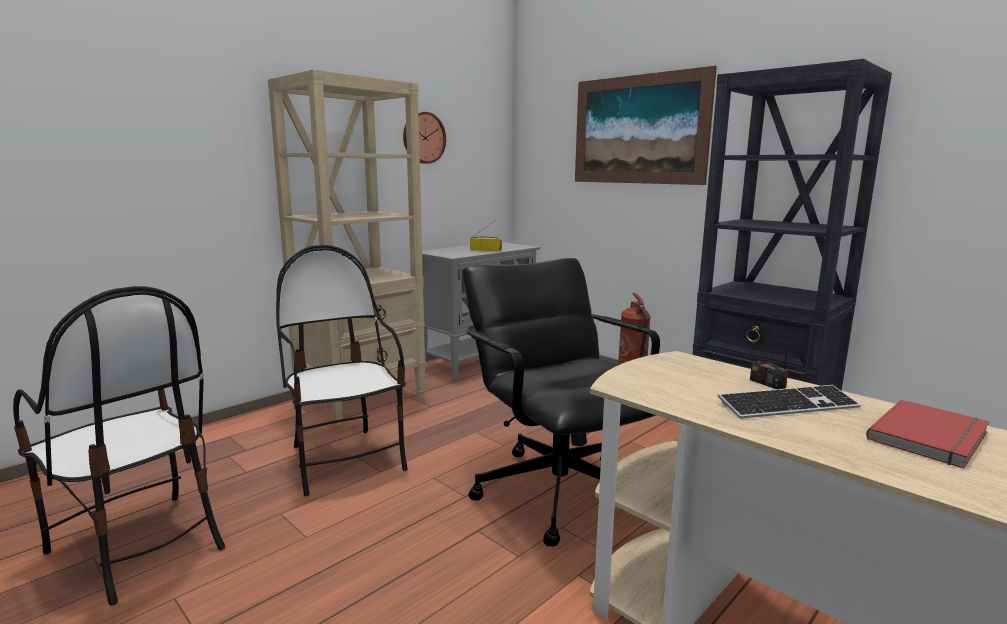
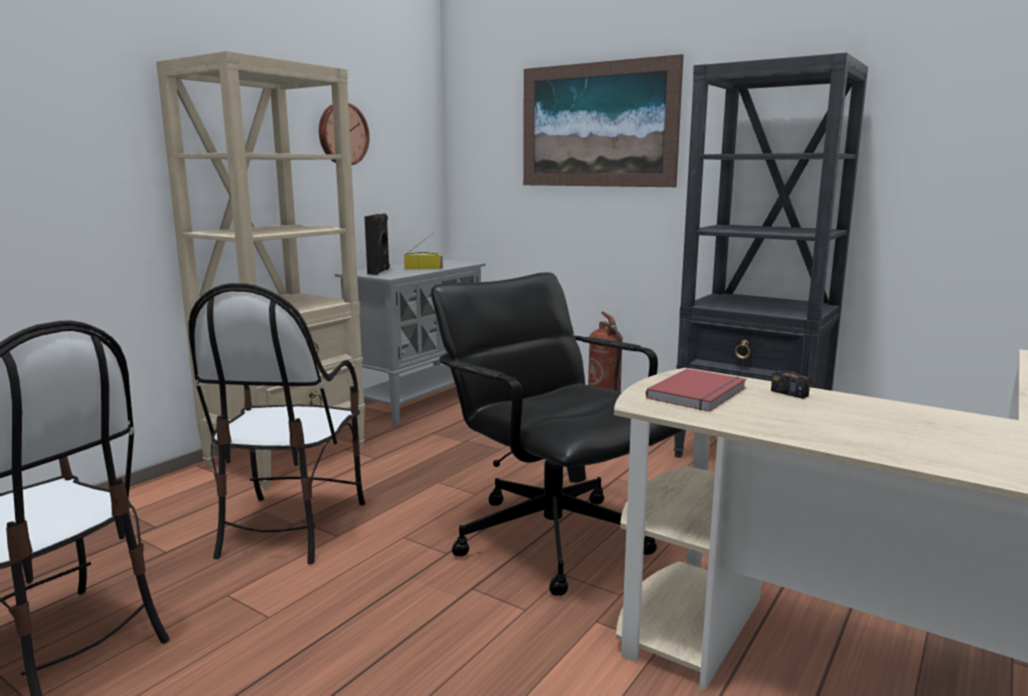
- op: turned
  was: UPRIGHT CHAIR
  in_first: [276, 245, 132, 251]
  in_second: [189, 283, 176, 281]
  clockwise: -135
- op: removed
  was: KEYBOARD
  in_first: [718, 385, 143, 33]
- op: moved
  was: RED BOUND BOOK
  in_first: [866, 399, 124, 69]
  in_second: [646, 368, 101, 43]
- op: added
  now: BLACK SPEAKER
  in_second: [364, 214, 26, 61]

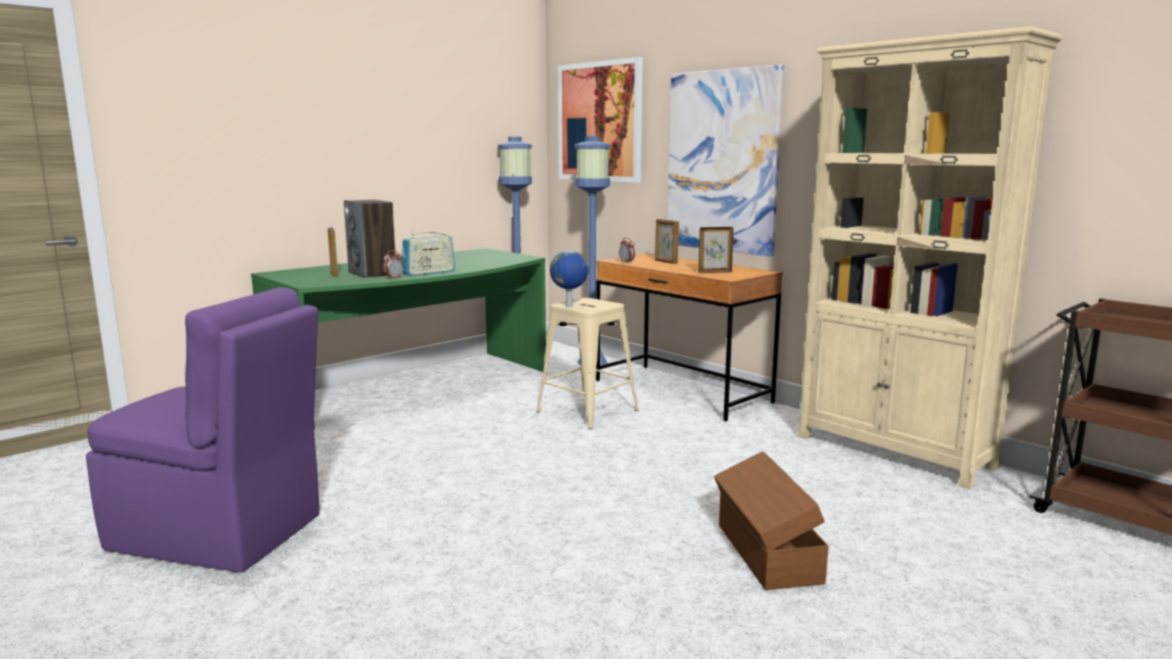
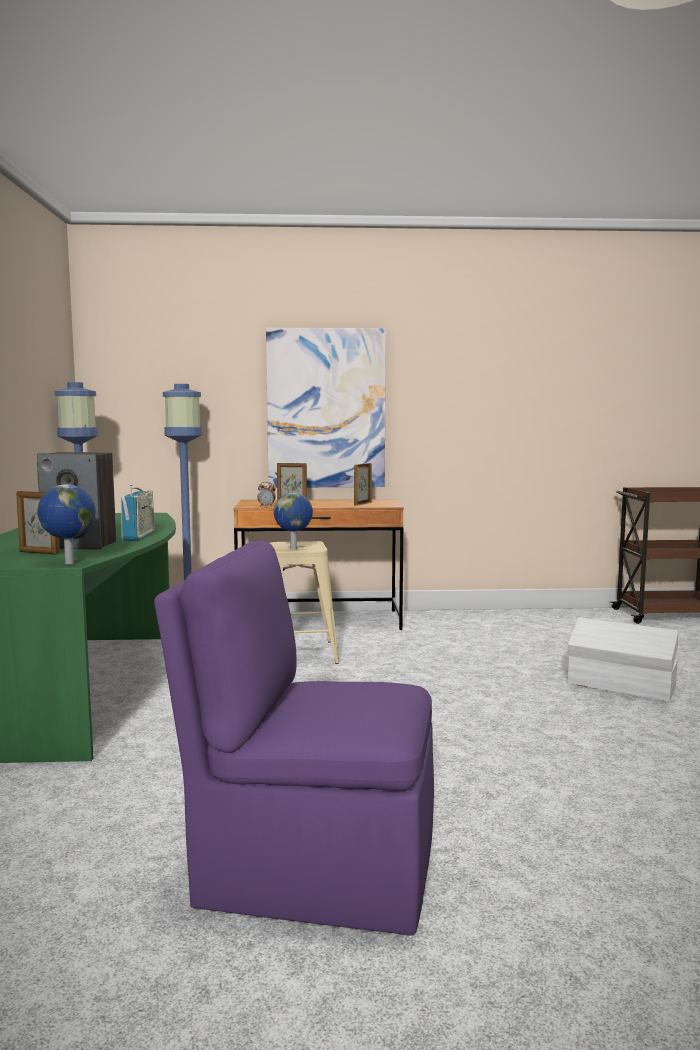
- op: removed
  was: SAND-COLOURED BOOKSHELF
  in_first: [798, 26, 265, 463]
- op: removed
  was: WALL PICTURE
  in_first: [558, 57, 85, 126]
- op: removed
  was: BEDSIDE CLOCK
  in_first: [383, 251, 20, 28]
- op: turned
  was: PURPLISH UPRIGHT CHAIR
  in_first: [86, 287, 234, 286]
  in_second: [154, 541, 280, 394]
  clockwise: -135
- op: recoloured
  was: BROWN STORAGE BIN
  now: WHITISH STORAGE BIN
  in_first: [714, 451, 115, 139]
  in_second: [568, 617, 111, 85]
- op: added
  now: DESK GLOBE
  in_second: [38, 484, 58, 80]

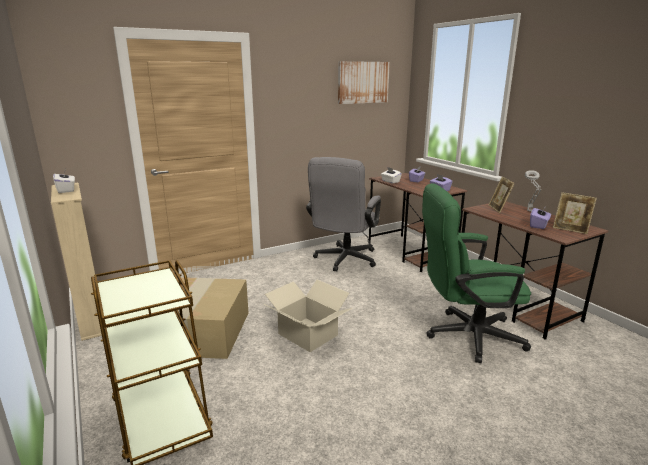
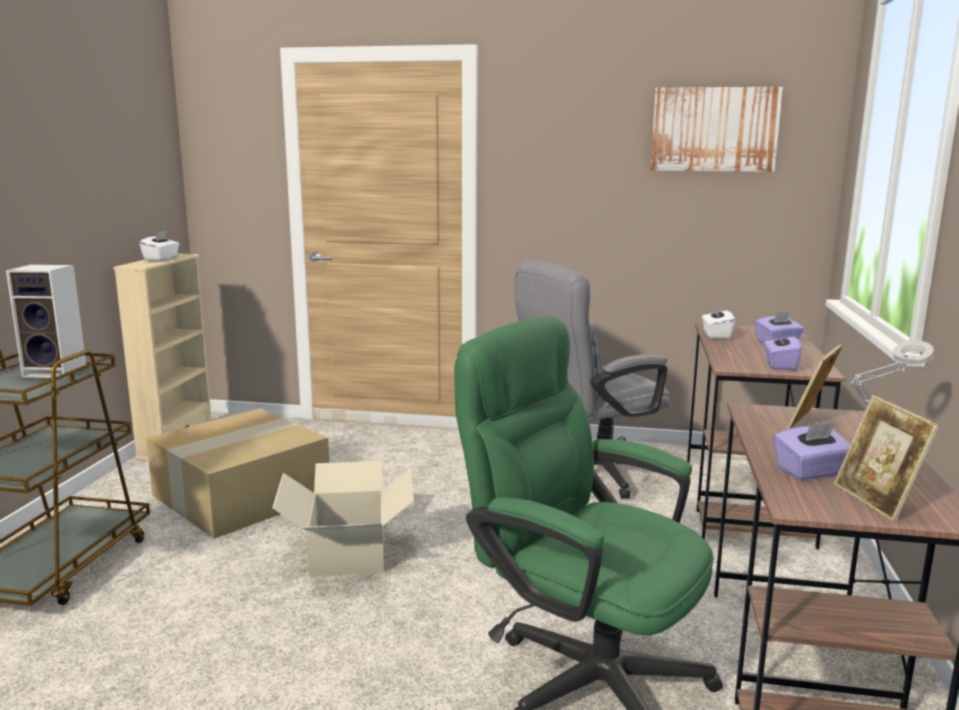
- op: added
  now: SPEAKER
  in_second: [6, 264, 80, 114]

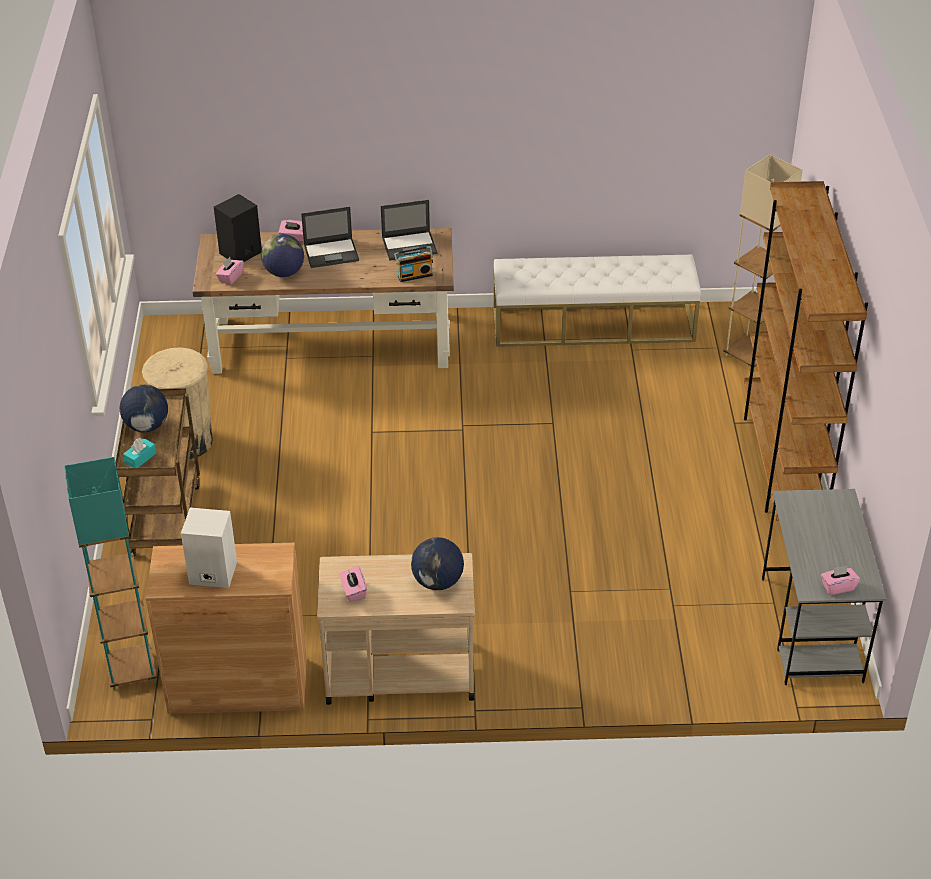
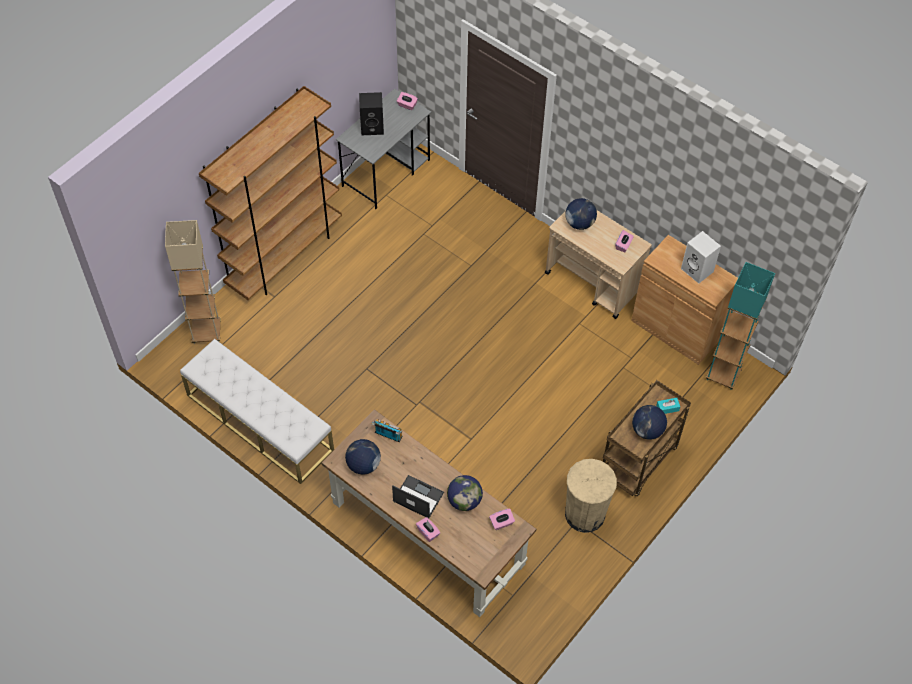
- op: moved
  was: BLACK SPEAKER
  in_first: [214, 194, 48, 68]
  in_second: [359, 92, 25, 43]
- op: replaced
  was: PORTABLE COMPUTER
  now: DESK GLOBE
  in_first: [381, 200, 57, 60]
  in_second: [345, 439, 36, 36]

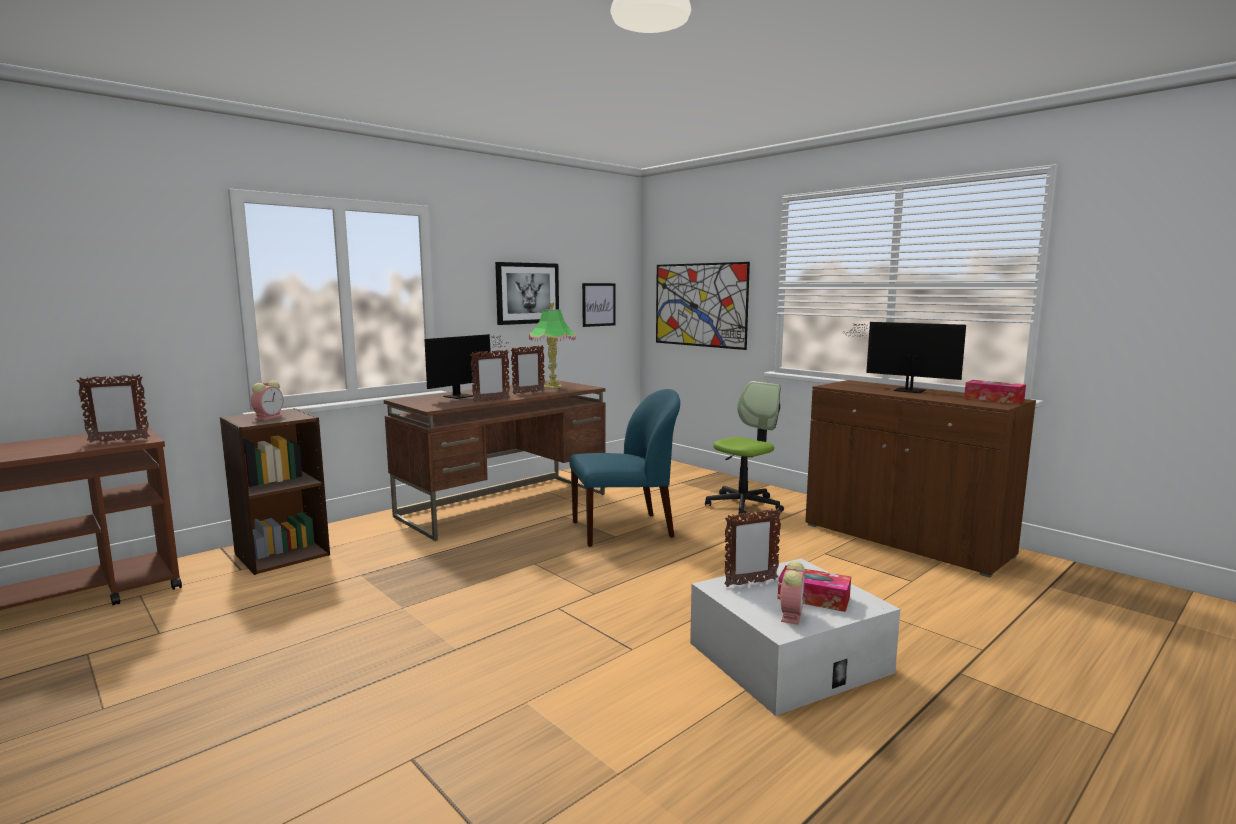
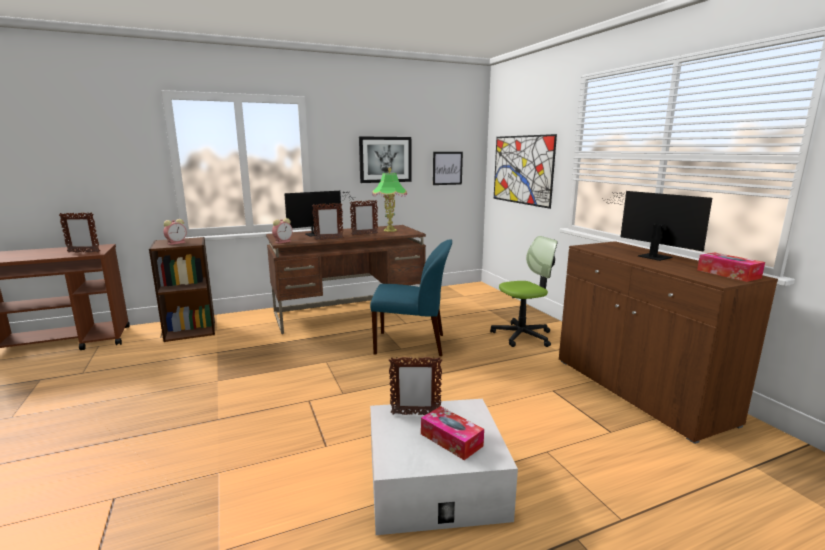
- op: moved
  was: BEDSIDE CLOCK
  in_first: [778, 561, 27, 64]
  in_second: [272, 218, 21, 26]

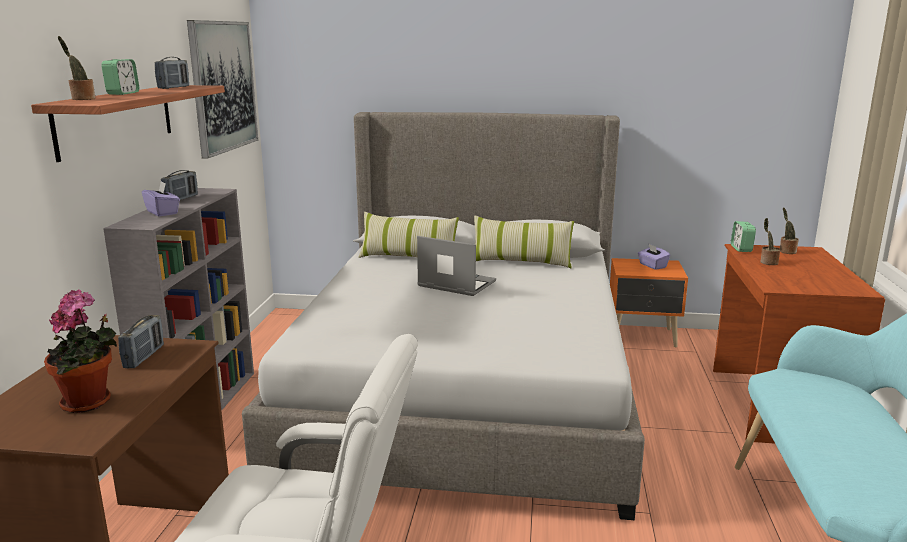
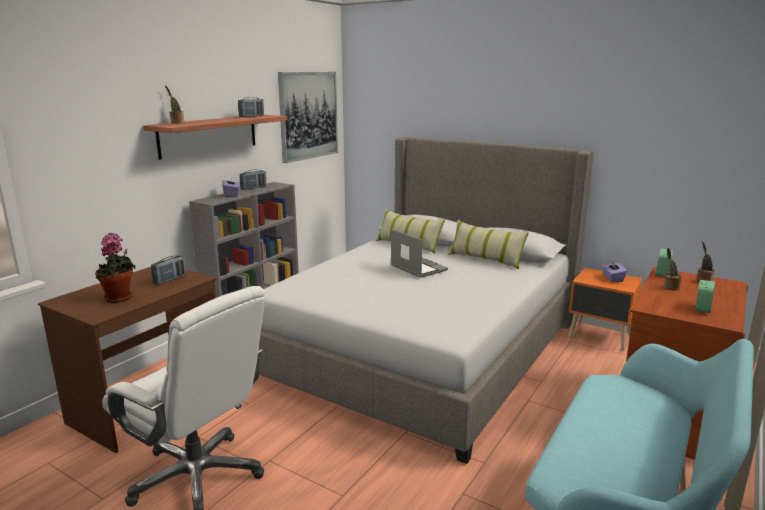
- op: moved
  was: BEDSIDE CLOCK
  in_first: [101, 59, 38, 36]
  in_second: [695, 280, 20, 33]

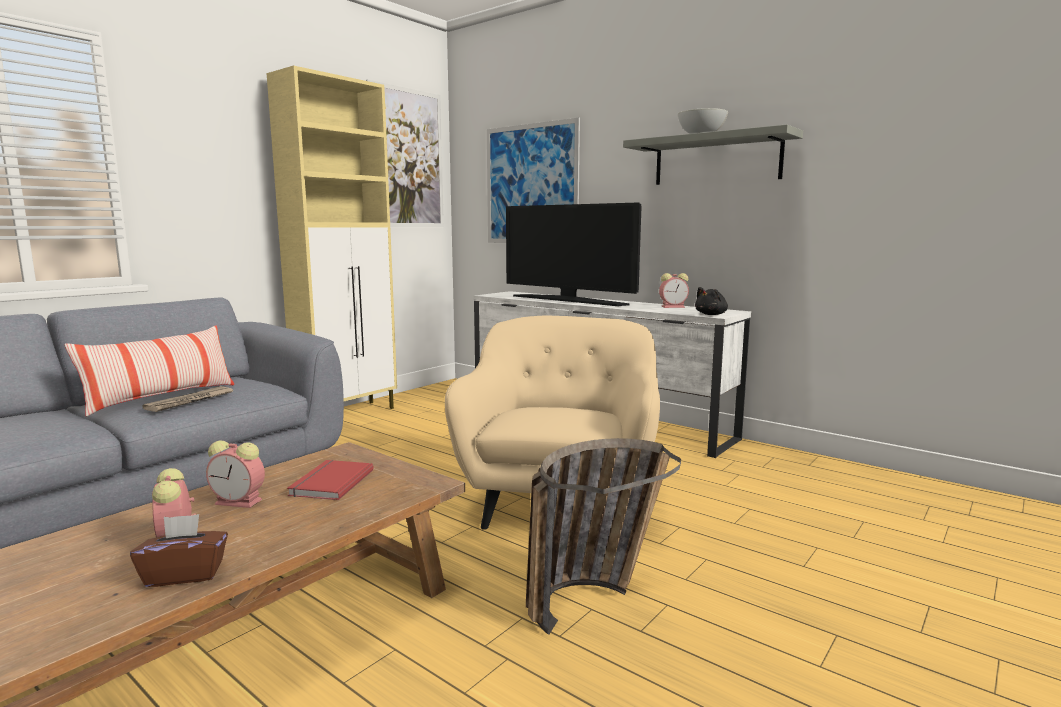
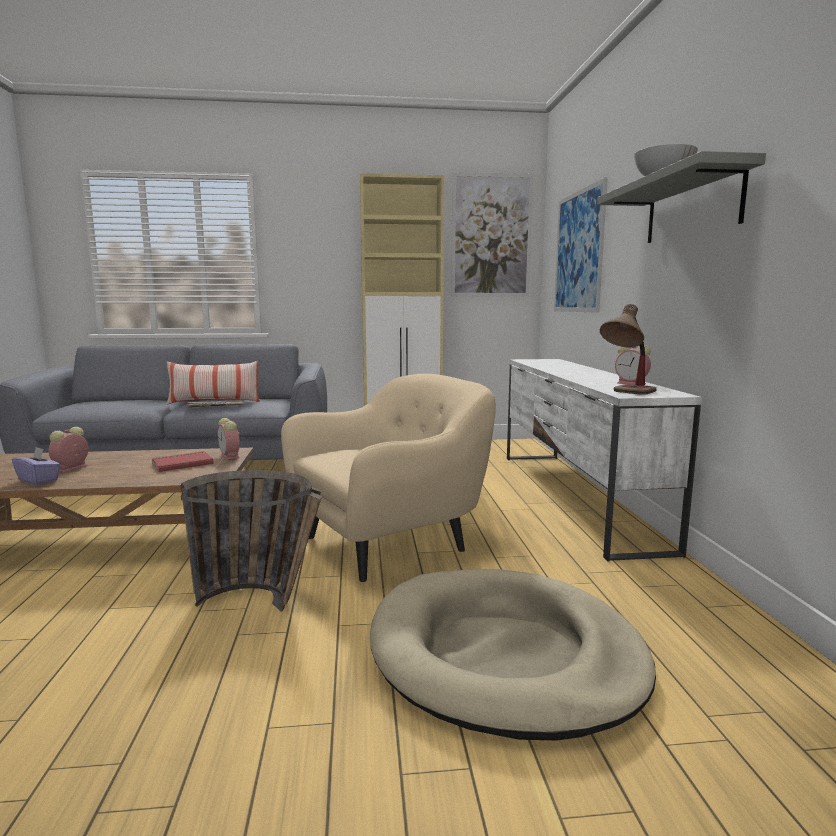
- op: removed
  was: TELEVISION
  in_first: [506, 202, 136, 104]
- op: replaced
  was: BLACK CUDDLY TOY
  now: TABLE LAMP
  in_first: [695, 287, 33, 28]
  in_second: [600, 304, 57, 91]
- op: moved
  was: BEDSIDE CLOCK
  in_first: [206, 440, 59, 68]
  in_second: [218, 418, 22, 42]
- op: recoloured
  was: BROWN TISSUE BOX
  now: PURPLISH TISSUE BOX
  in_first: [130, 514, 98, 73]
  in_second: [12, 447, 49, 38]
- op: added
  now: SAND-COLOURED DOG BED
  in_second: [370, 569, 286, 171]

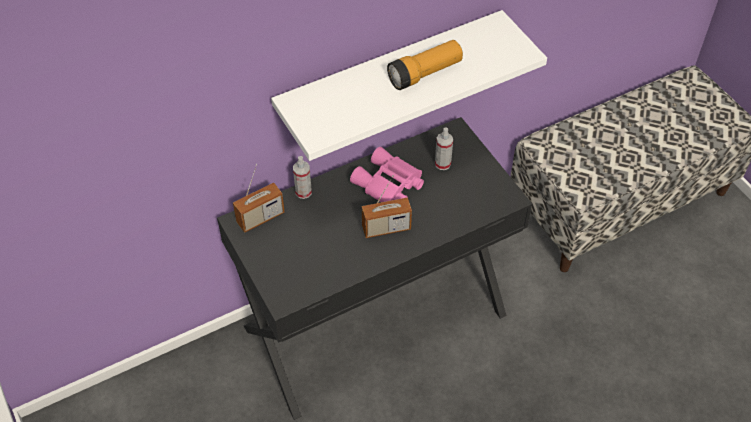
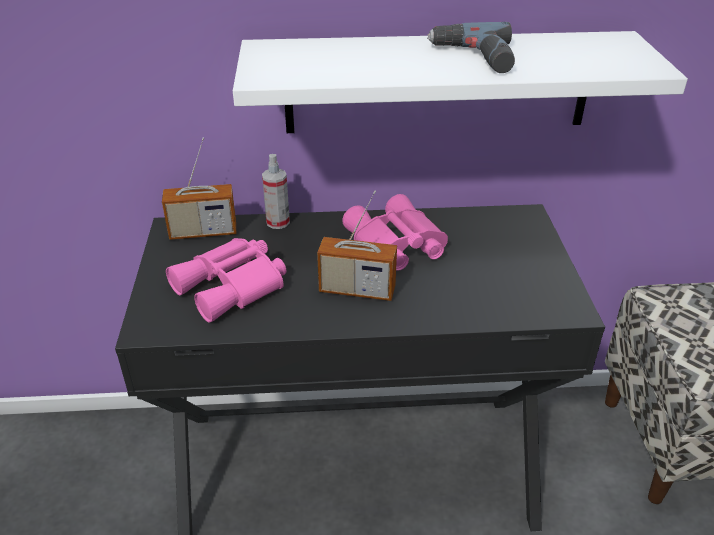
- op: replaced
  was: HAND TORCH
  now: ELECTRIC DRILL
  in_first: [387, 40, 76, 50]
  in_second: [427, 22, 88, 51]
- op: removed
  was: SPRAYER
  in_first: [435, 127, 18, 43]
- op: added
  now: PINK PAIR OF BINOCULARS
  in_second: [166, 238, 120, 85]

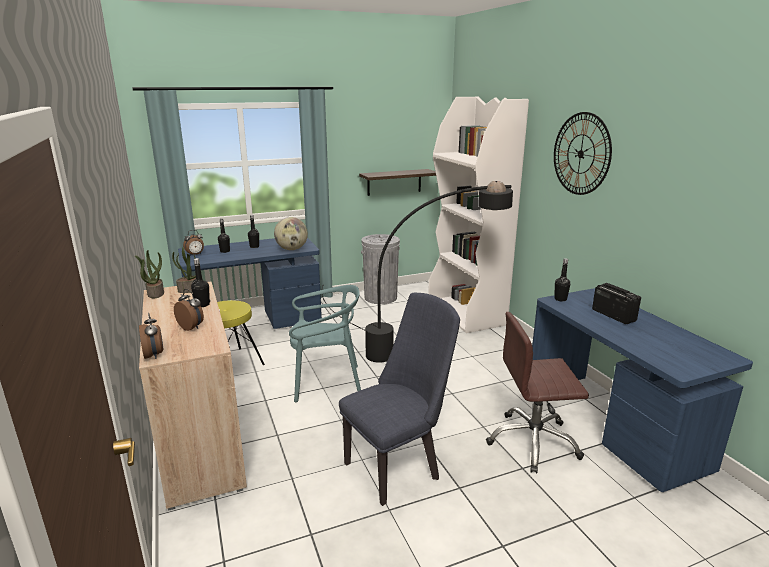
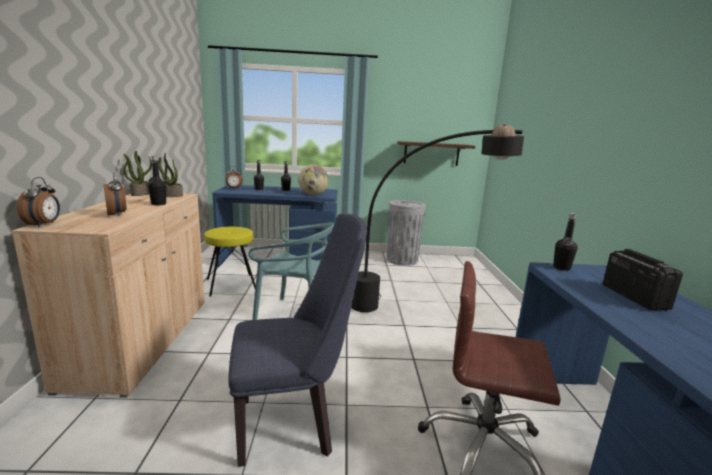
- op: removed
  was: WHITISH BOOKSHELF
  in_first: [428, 97, 101, 236]
- op: removed
  was: HANGING CLOCK
  in_first: [554, 112, 58, 83]

